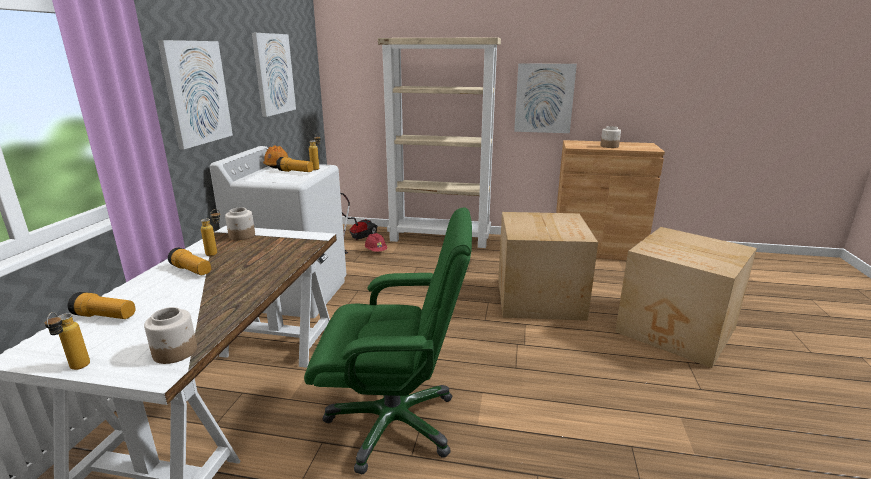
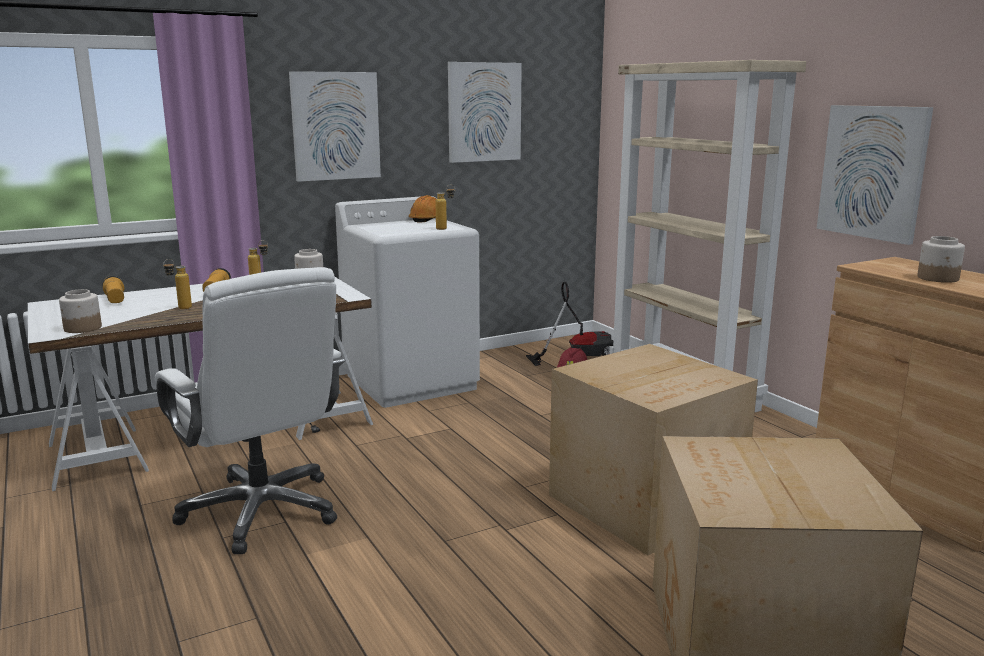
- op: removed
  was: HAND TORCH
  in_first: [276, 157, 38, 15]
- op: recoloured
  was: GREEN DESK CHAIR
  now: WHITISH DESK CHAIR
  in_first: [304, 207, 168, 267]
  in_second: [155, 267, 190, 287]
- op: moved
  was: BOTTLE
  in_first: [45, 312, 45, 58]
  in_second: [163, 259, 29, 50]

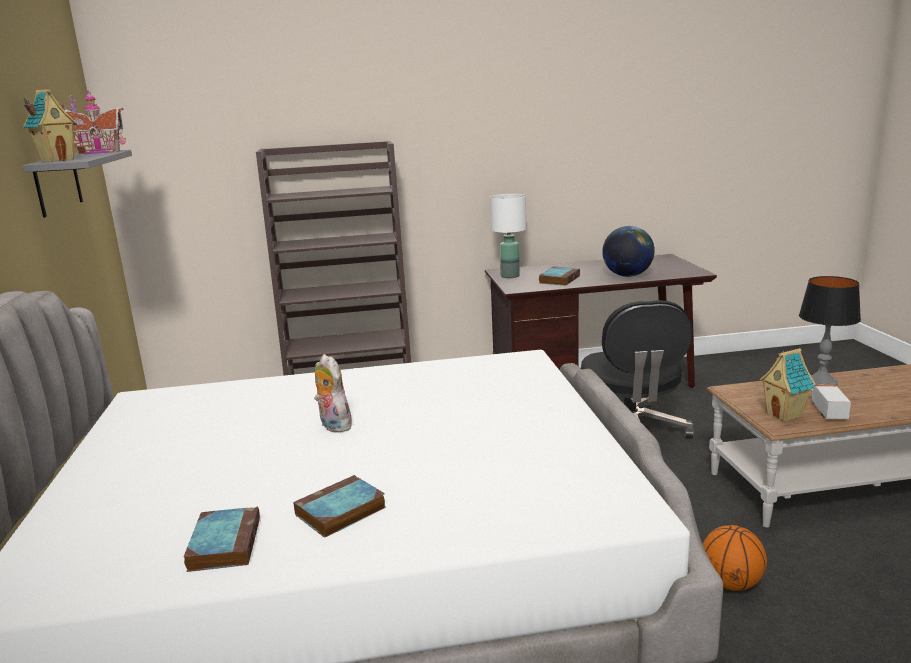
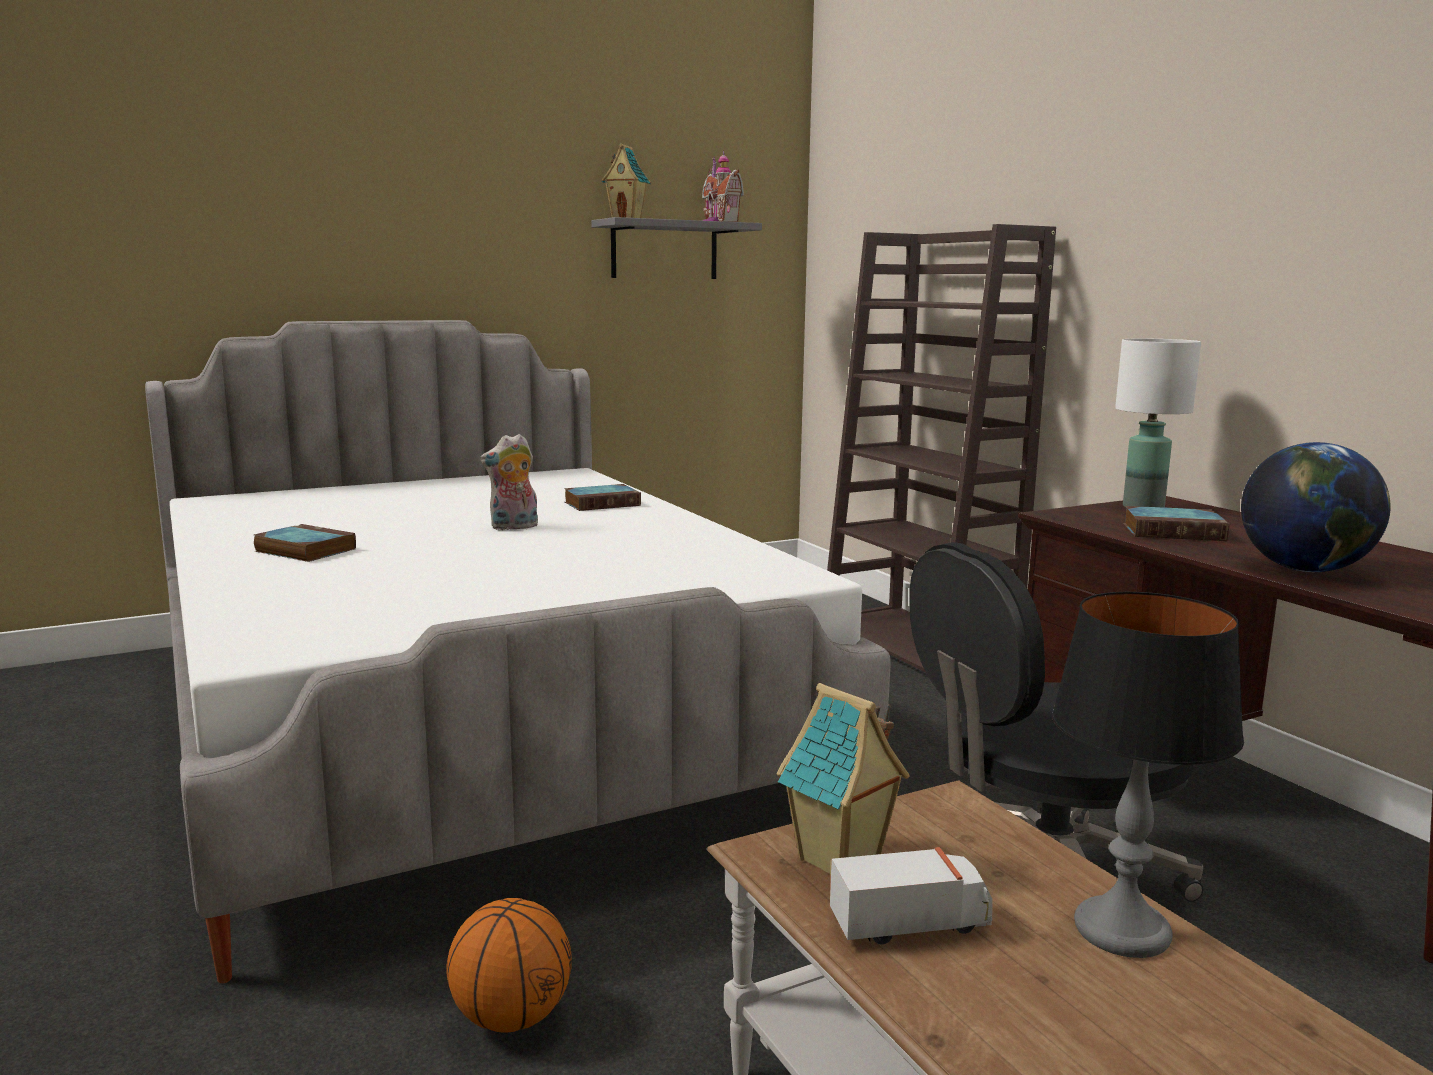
- op: turned
  was: CUDDLY TOY
  in_first: [314, 354, 38, 79]
  in_second: [480, 434, 58, 96]
  clockwise: -150
- op: moved
  was: BOUND BOOK
  in_first: [184, 506, 76, 66]
  in_second: [564, 484, 77, 27]

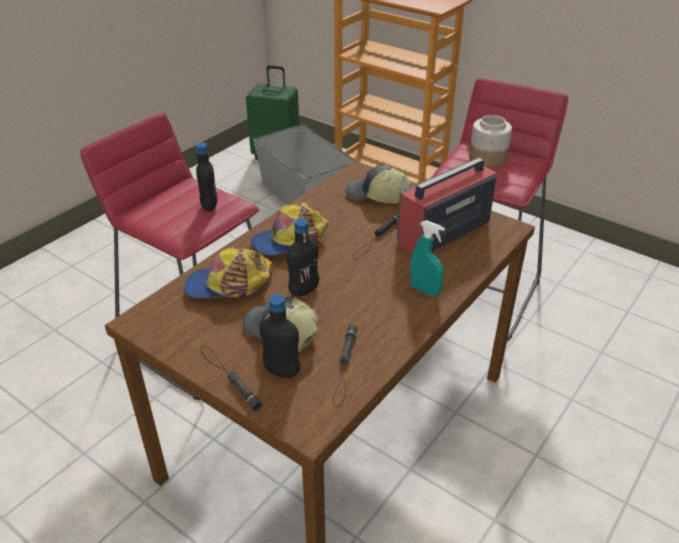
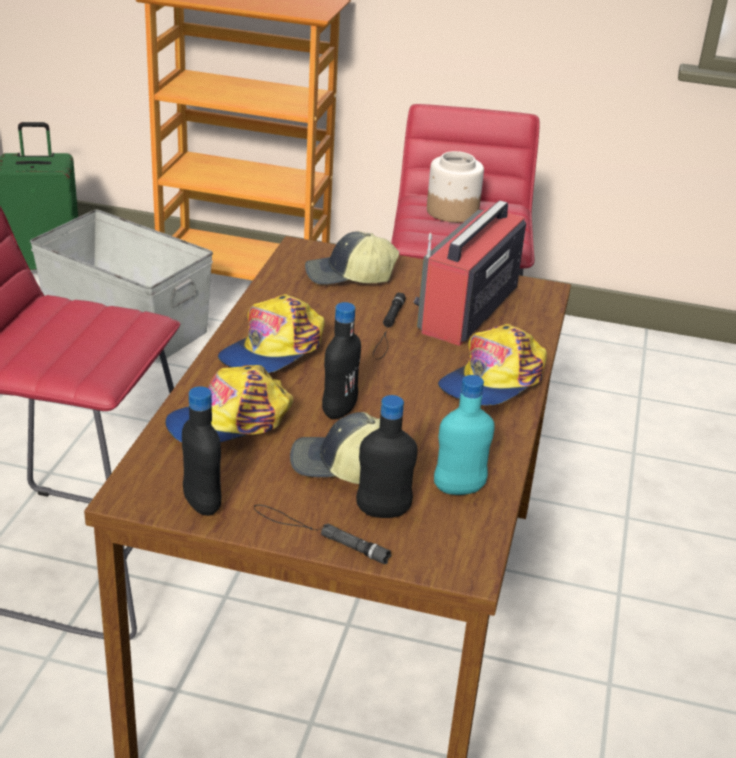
- op: moved
  was: BLACK BOTTLE
  in_first: [196, 142, 21, 69]
  in_second: [182, 386, 39, 130]
- op: replaced
  was: TURQUOISE-COLOURED SPRAYER
  now: CAP
  in_first: [410, 220, 35, 76]
  in_second: [438, 324, 109, 81]
- op: replaced
  was: BLACK HAND TORCH
  now: TURQUOISE-COLOURED BOTTLE
  in_first: [333, 325, 24, 82]
  in_second: [434, 375, 61, 120]

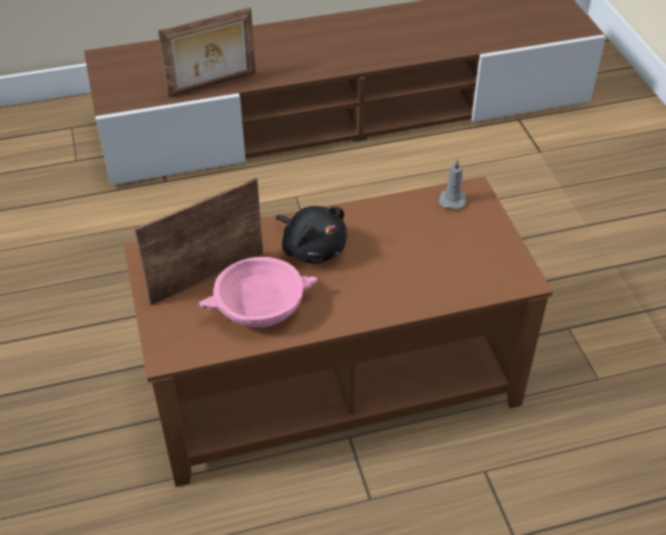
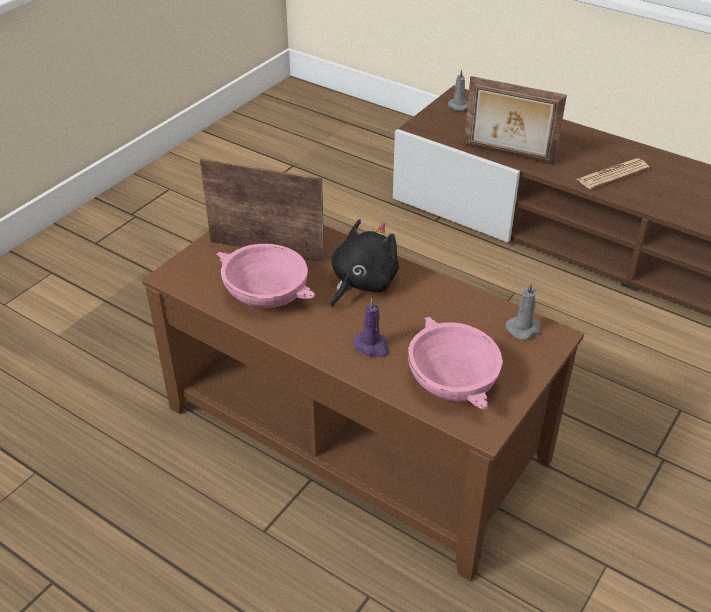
- op: turned
  was: BLACK CUDDLY TOY
  in_first: [276, 206, 71, 58]
  in_second: [330, 219, 69, 89]
  clockwise: -150
- op: added
  now: GRAY WAX CANDLE
  in_second: [448, 69, 20, 42]
- op: added
  now: PRINTED PAPER
  in_second: [577, 158, 72, 31]
- op: added
  now: PURPLISH WAX CANDLE
  in_second: [353, 298, 35, 59]
- op: added
  now: PINK BOWL
  in_second: [408, 316, 95, 93]

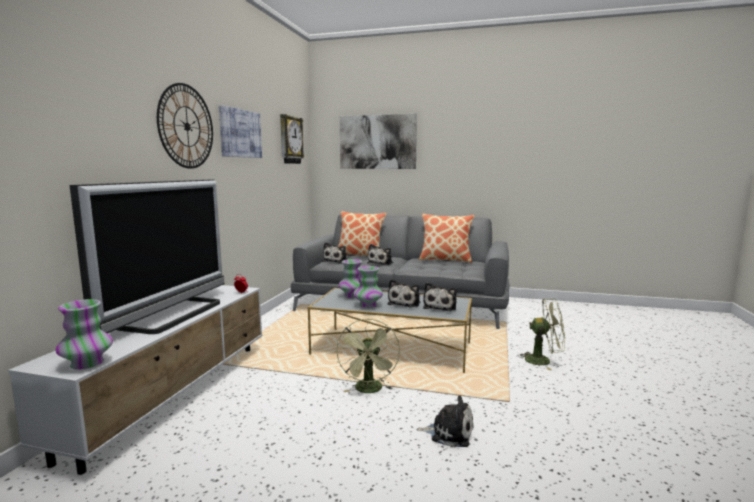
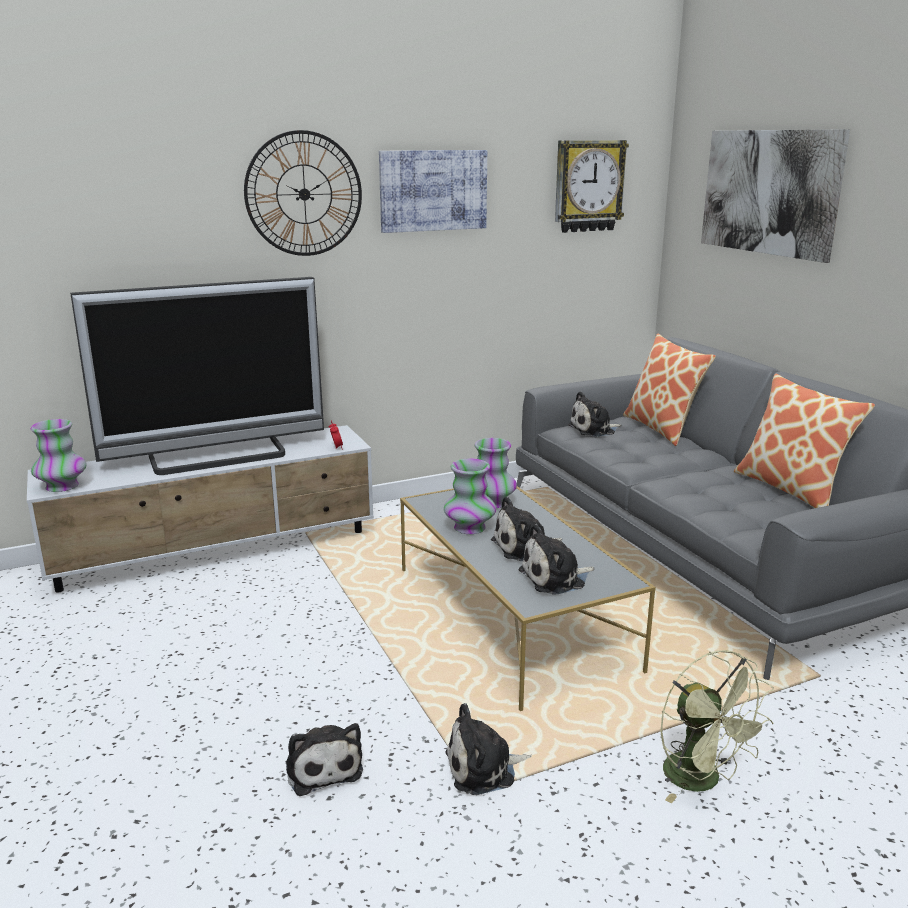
- op: moved
  was: CUDDLY TOY
  in_first: [367, 244, 26, 21]
  in_second: [445, 703, 87, 92]
- op: removed
  was: GREEN COOLING FAN
  in_first: [336, 318, 64, 75]

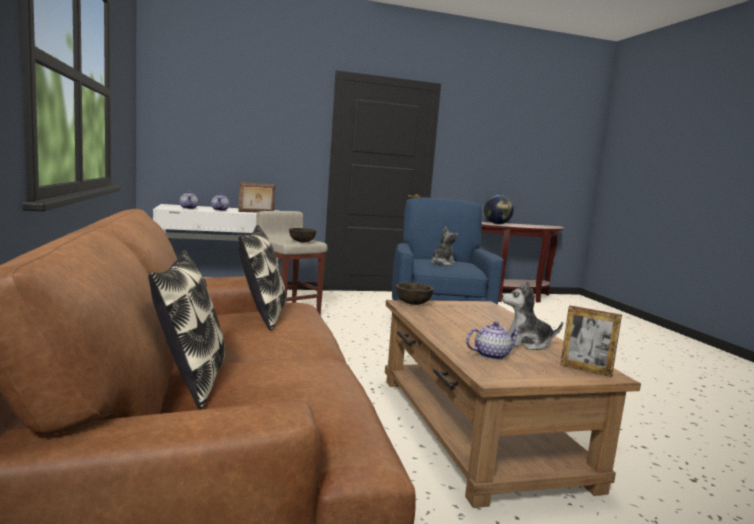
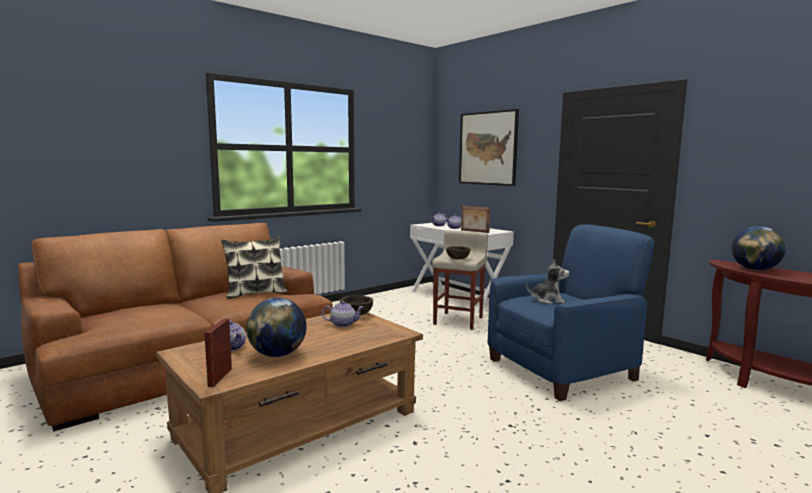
- op: removed
  was: CUSHION
  in_first: [148, 250, 78, 159]
- op: replaced
  was: CUDDLY TOY
  now: DESK GLOBE
  in_first: [502, 281, 61, 69]
  in_second: [246, 298, 61, 59]
- op: added
  now: WALL PICTURE
  in_second: [459, 109, 60, 77]
- op: added
  now: TEA POT
  in_second: [322, 301, 42, 26]

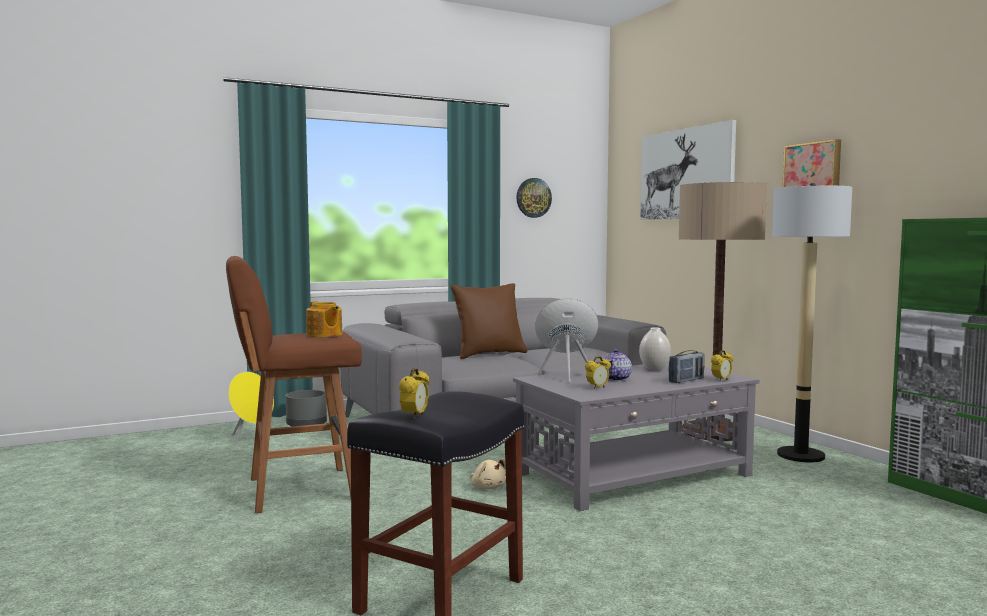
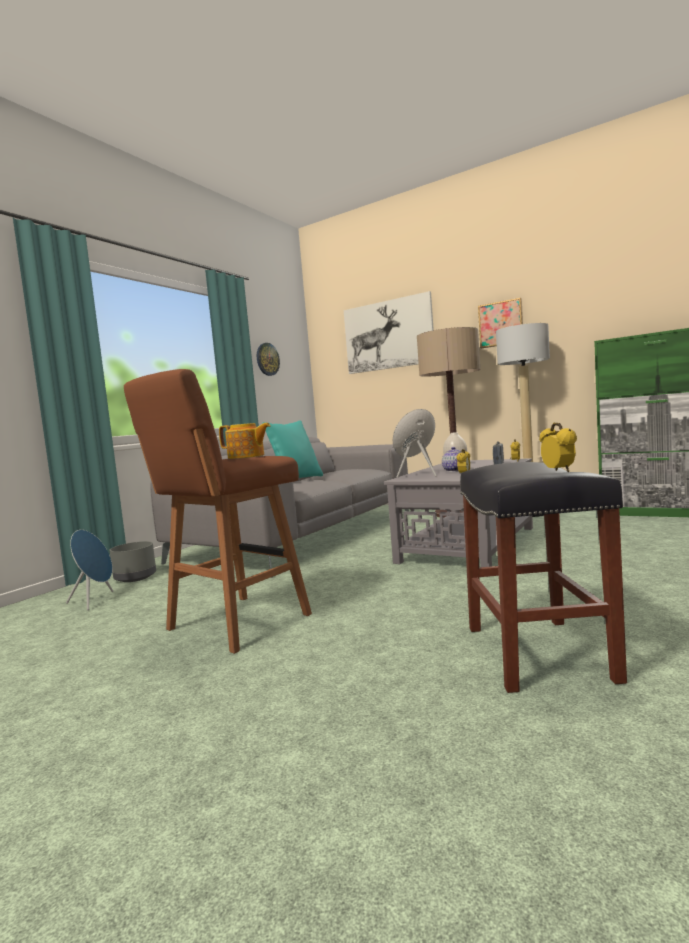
- op: recoloured
  was: BROWN CUSHION
  now: TURQUOISE-COLOURED CUSHION
  in_first: [450, 283, 77, 76]
  in_second: [263, 420, 60, 58]
- op: recoloured
  was: YELLOWISH SPEAKER
  now: BLUE SPEAKER
  in_first: [228, 372, 46, 74]
  in_second: [66, 530, 48, 80]
- op: removed
  was: SAND-COLOURED CUDDLY TOY
  in_first: [470, 458, 36, 32]

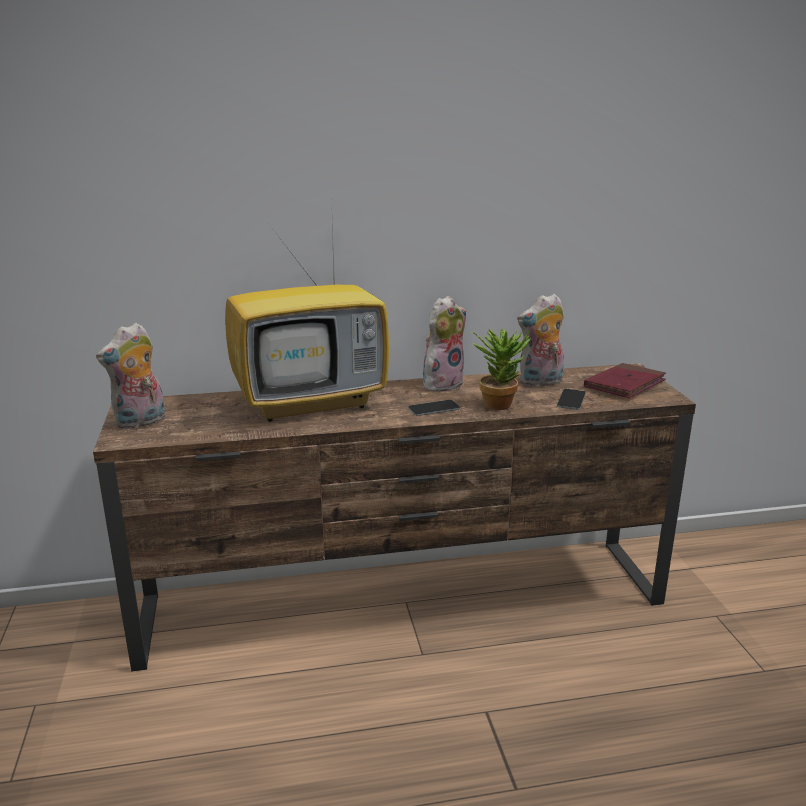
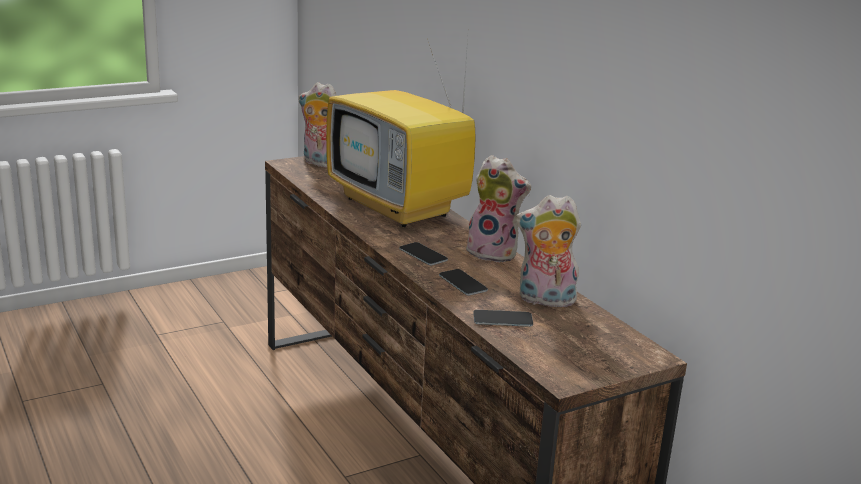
- op: turned
  was: CUDDLY TOY
  in_first: [517, 294, 47, 93]
  in_second: [516, 195, 65, 115]
  clockwise: -45
- op: replaced
  was: POTTED PLANT
  now: PHONE
  in_first: [472, 329, 59, 81]
  in_second: [439, 269, 49, 26]
- op: removed
  was: RED BOUND BOOK
  in_first: [584, 363, 82, 35]

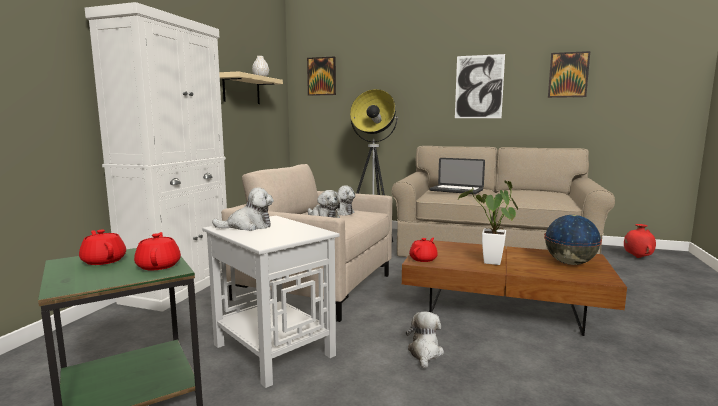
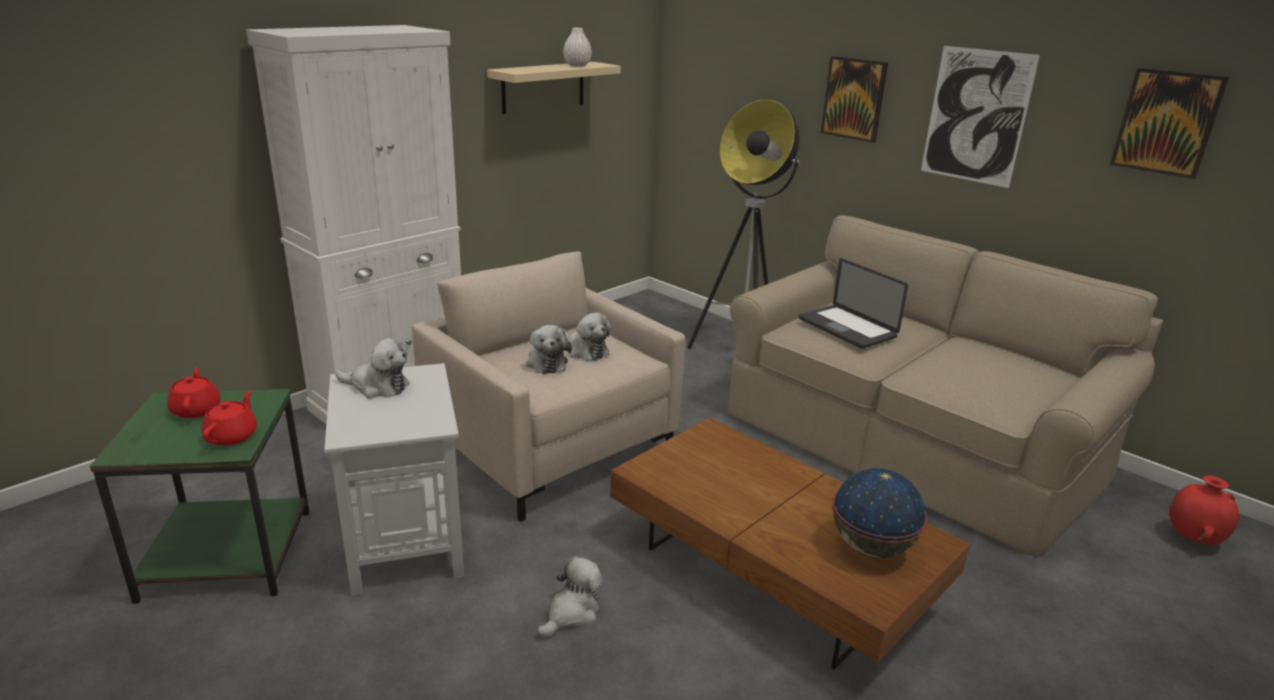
- op: moved
  was: WALL PICTURE
  in_first: [307, 56, 29, 40]
  in_second: [821, 56, 67, 87]
- op: removed
  was: POTTED PLANT
  in_first: [458, 180, 60, 85]
- op: removed
  was: RED TEA POT
  in_first: [409, 238, 29, 24]

